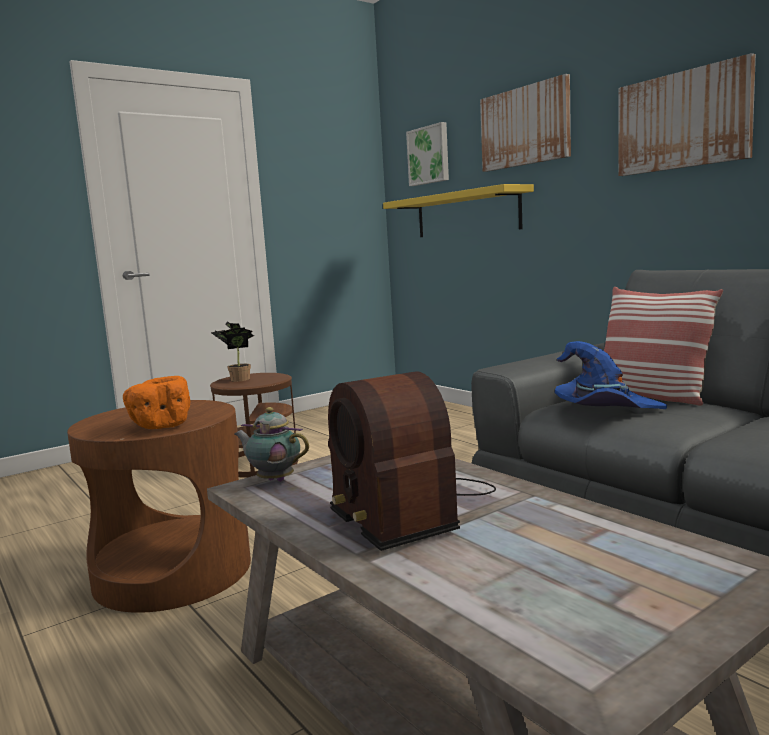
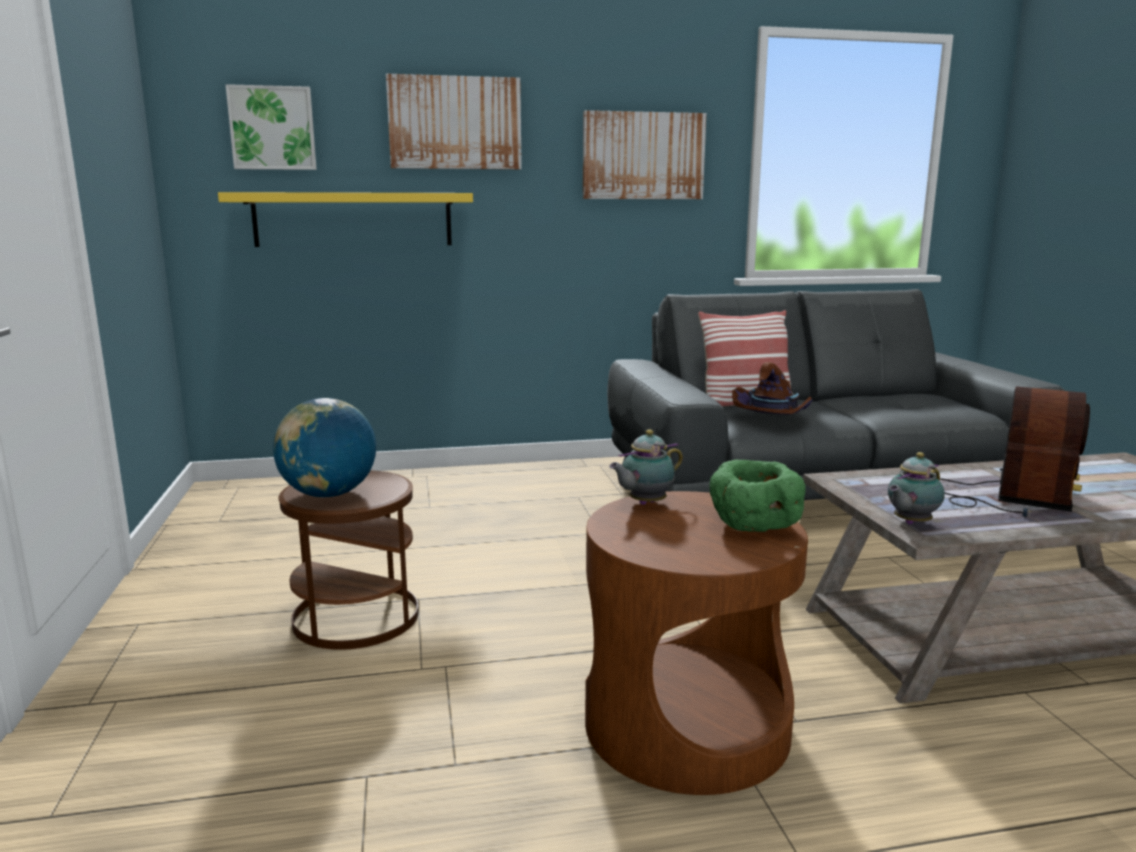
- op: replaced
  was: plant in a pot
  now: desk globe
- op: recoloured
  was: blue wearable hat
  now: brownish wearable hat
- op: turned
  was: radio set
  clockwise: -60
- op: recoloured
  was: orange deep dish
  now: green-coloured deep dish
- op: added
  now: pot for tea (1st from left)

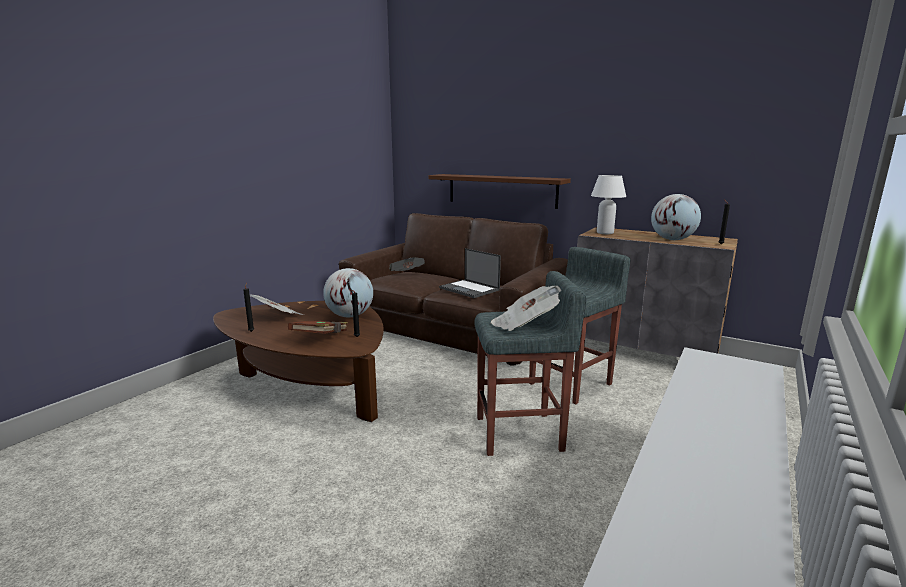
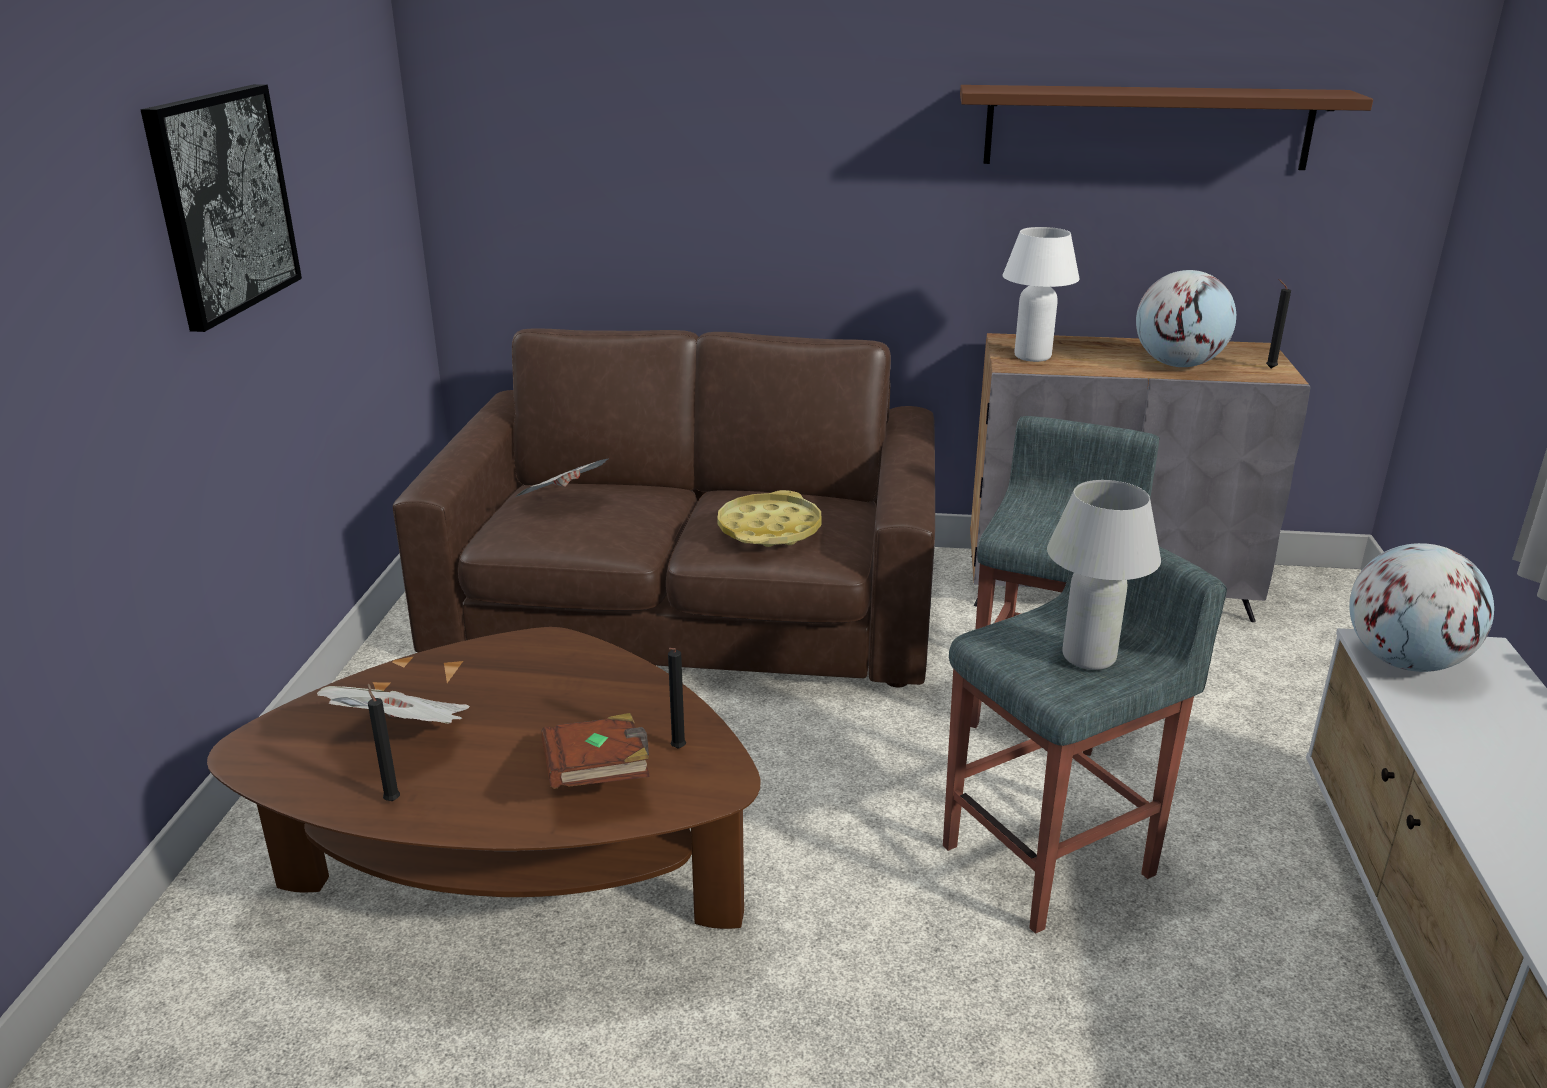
- op: moved
  was: brownish bracket shelf
- op: replaced
  was: notebook computer
  now: yellow tray
- op: moved
  was: desk globe (1st from left in the first image)
  now: desk globe (2nd from left)
- op: replaced
  was: printed paper (3rd from left)
  now: whitish table lamp (2nd from left)
- op: added
  now: wall picture

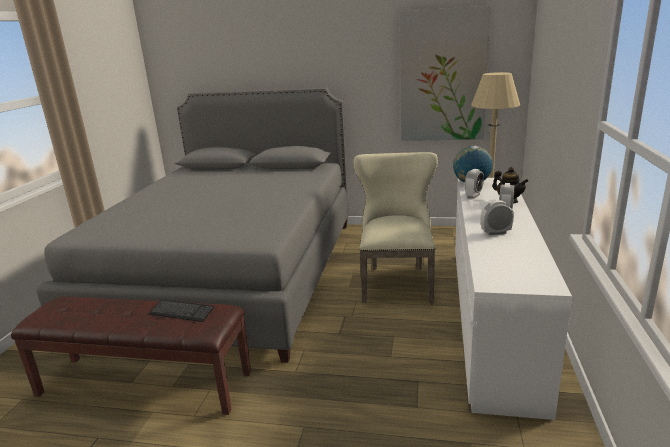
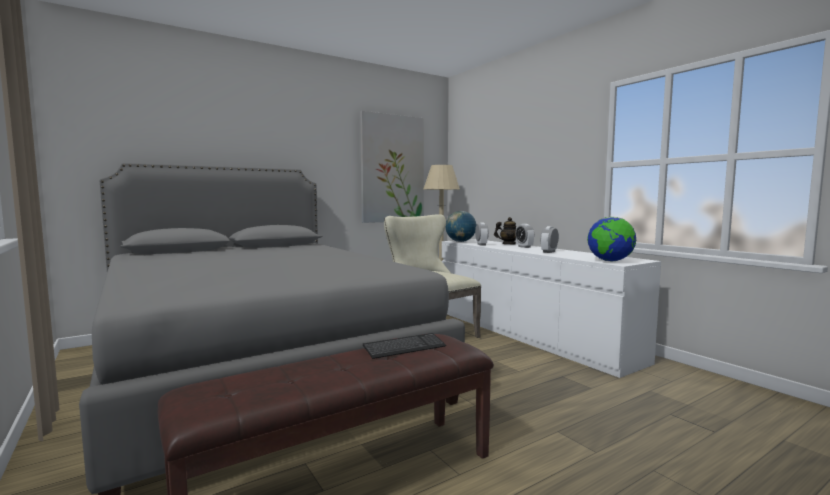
- op: added
  now: desk globe (2nd from left)

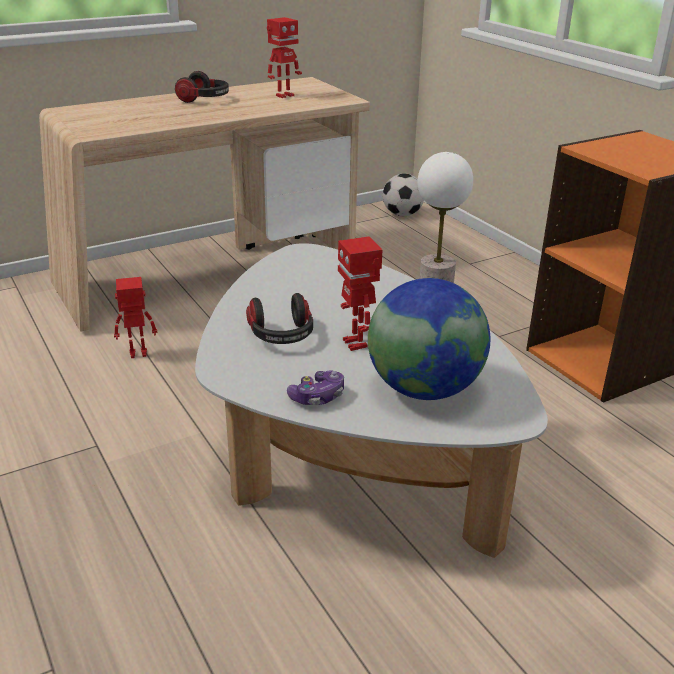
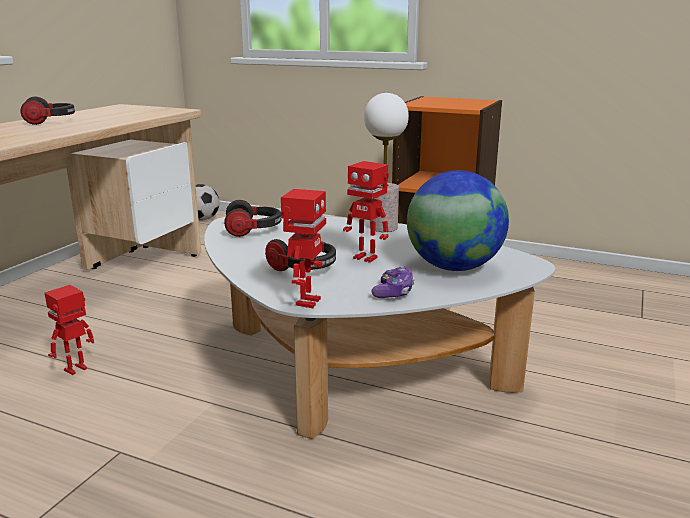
- op: moved
  was: model robot (2nd from left)
- op: added
  now: headset (2nd from left)

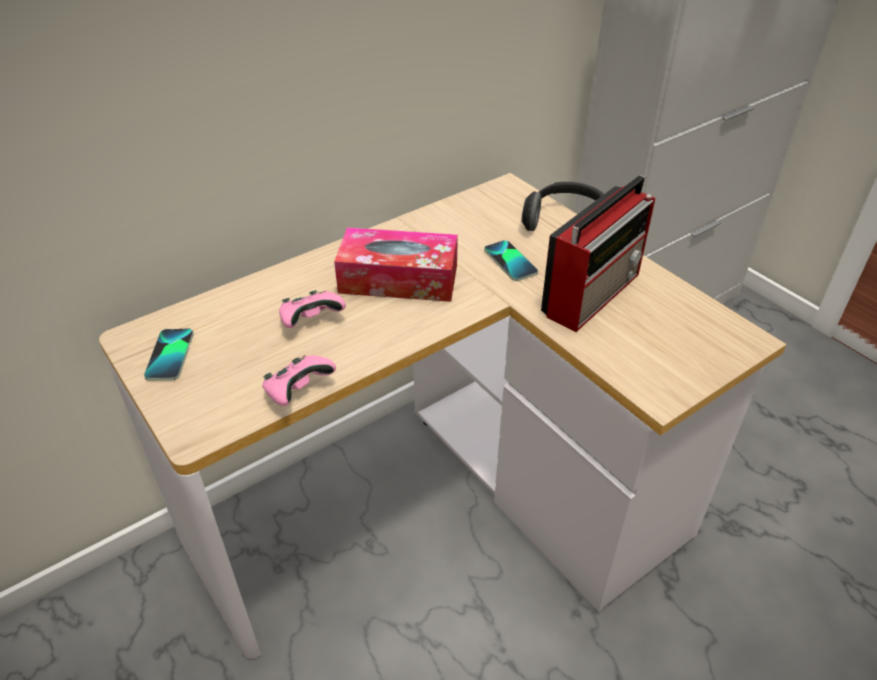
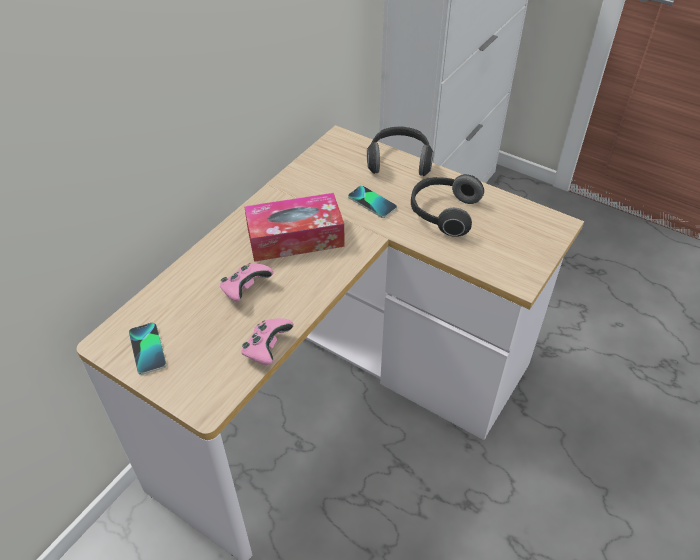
- op: replaced
  was: radio set
  now: headset (2nd from left)

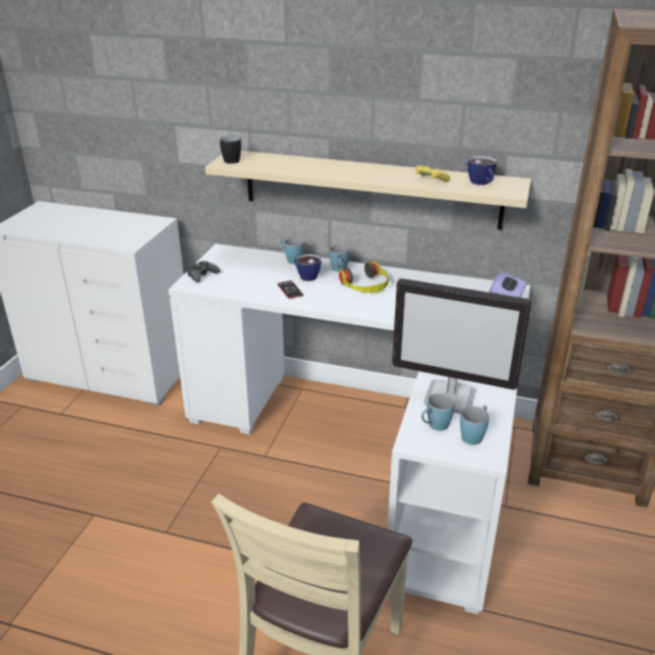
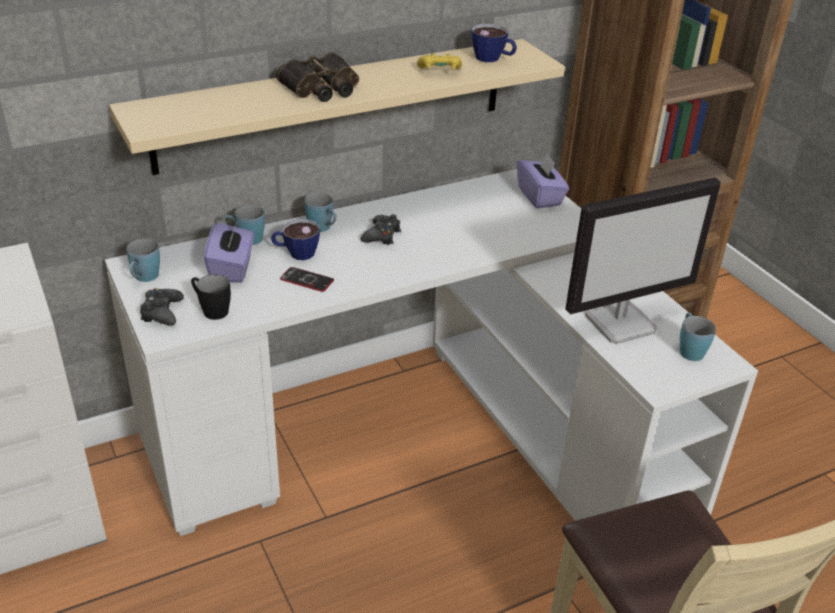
- op: moved
  was: black coffee mug
- op: replaced
  was: headset
  now: black joypad (2nd from left)
- op: moved
  was: blue coffee mug (3rd from left in the first image)
  now: blue coffee mug (1st from left)
- op: added
  now: pair of binoculars
- op: added
  now: purple-coloured tissue holder (1st from left)

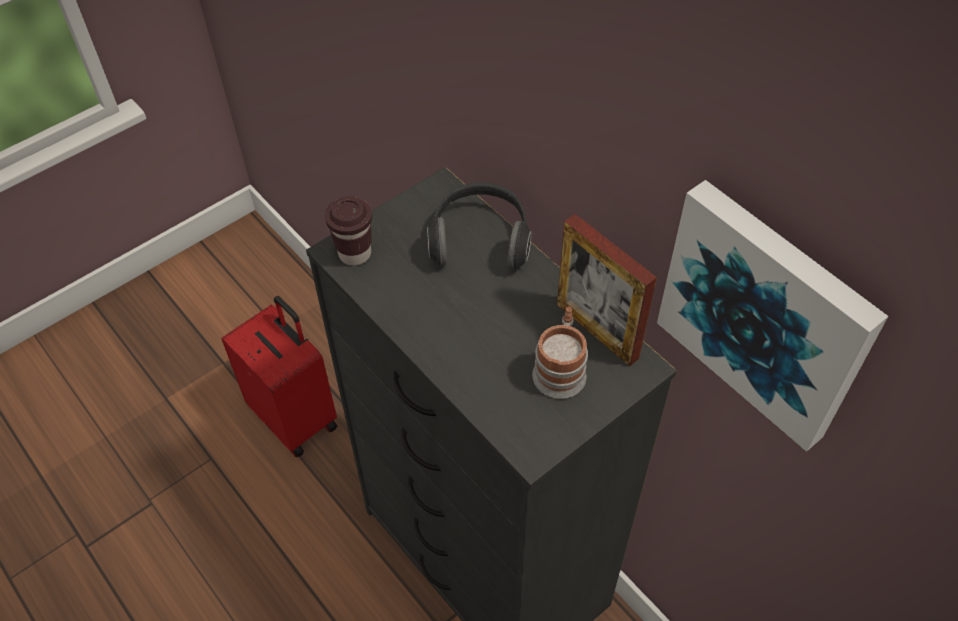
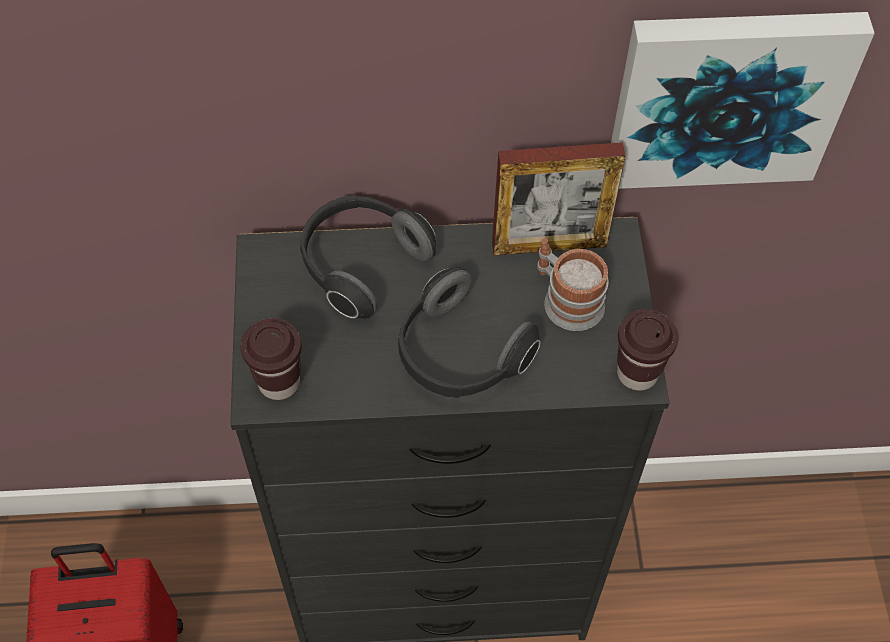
- op: added
  now: headset (2nd from left)
- op: added
  now: brownish small cup (2nd from left)

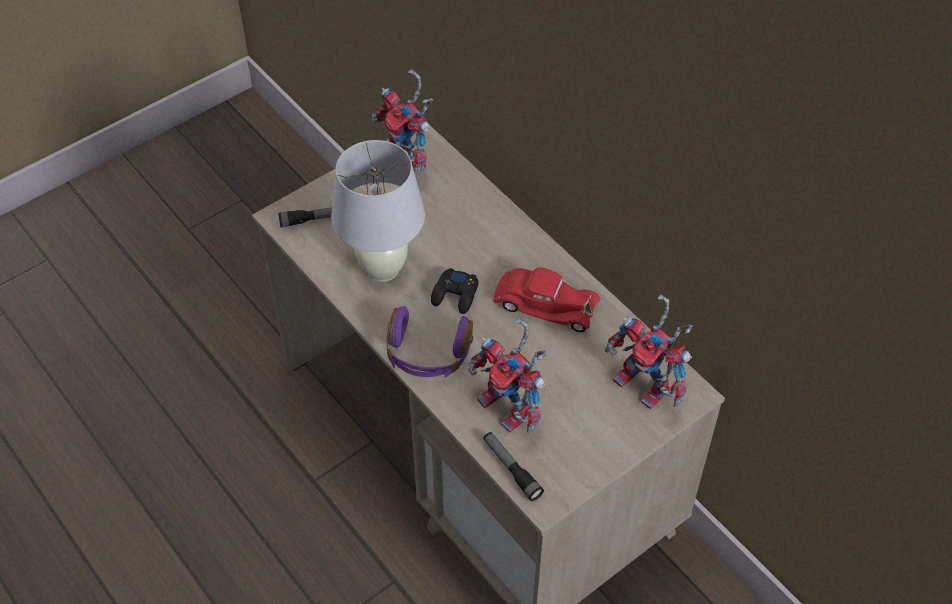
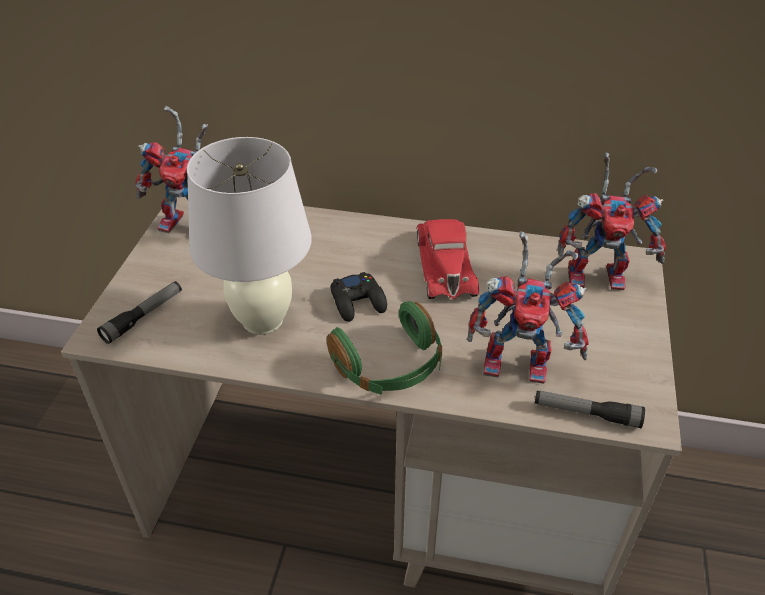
- op: turned
  was: red-coloured model car
  clockwise: 105
- op: recoloured
  was: purple-coloured headset
  now: green-coloured headset

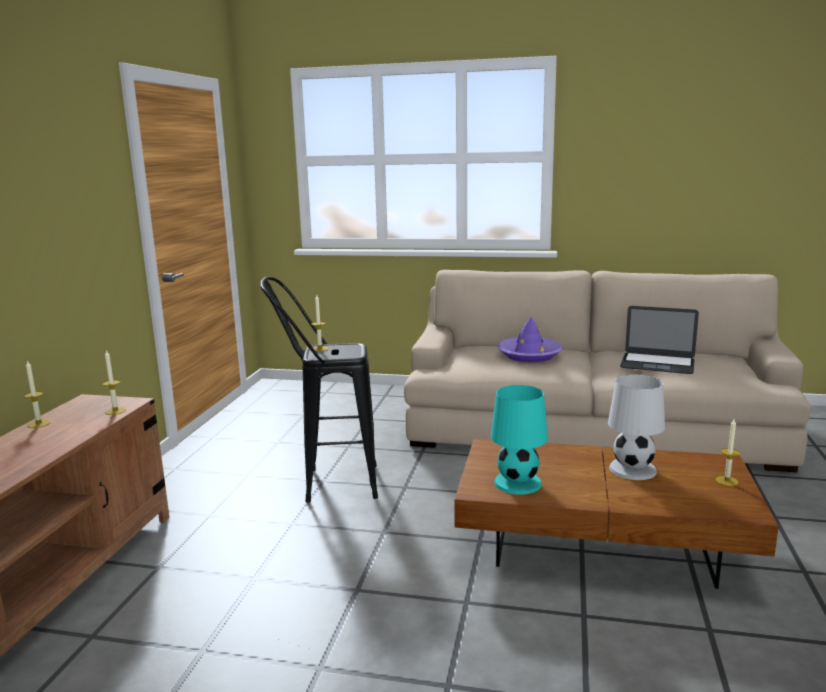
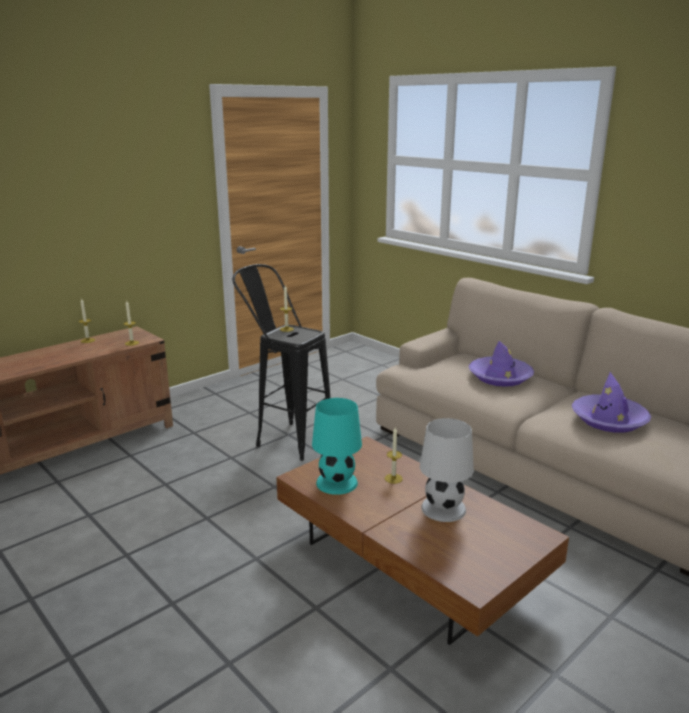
- op: replaced
  was: notebook computer
  now: purple-coloured wearable hat (2nd from left)
- op: moved
  was: candle (4th from left)

